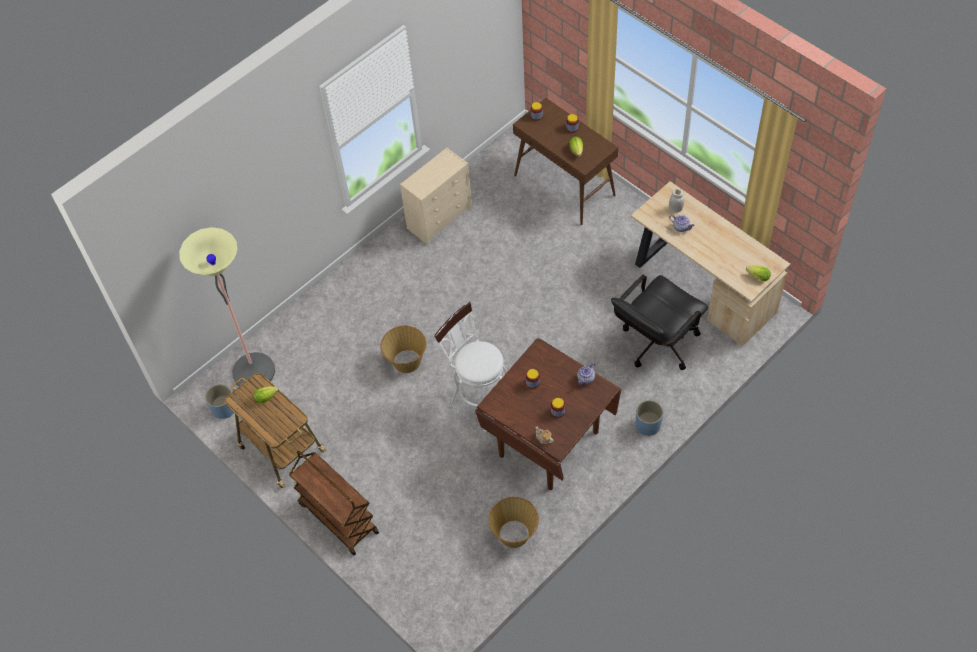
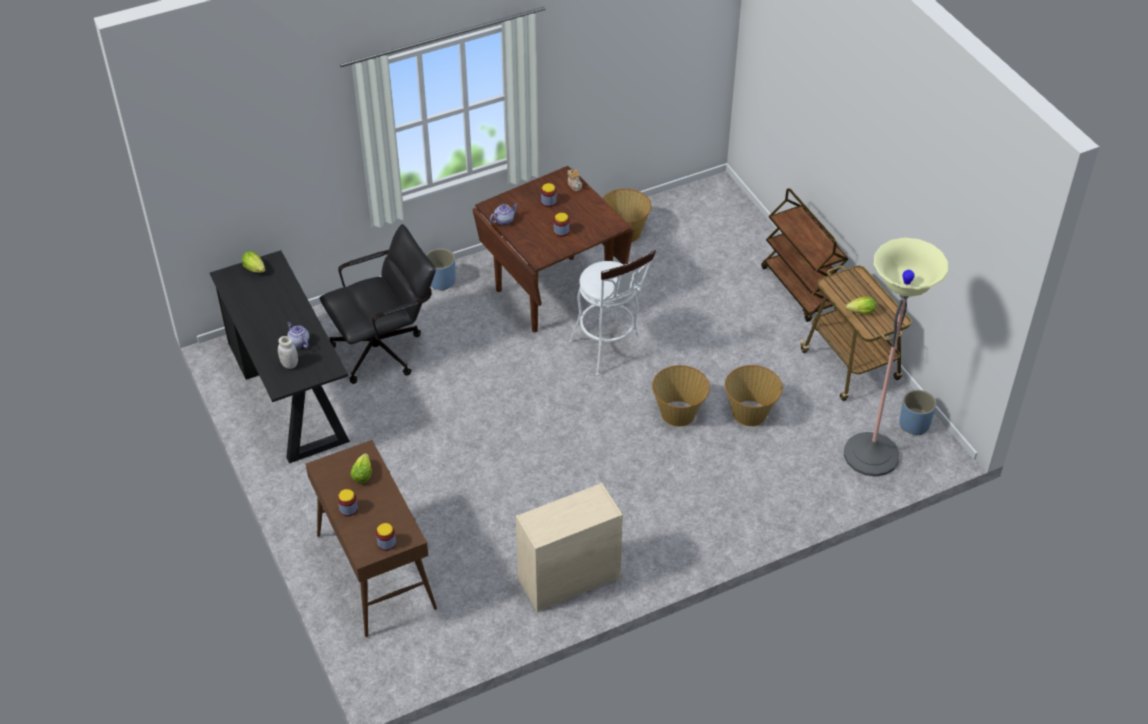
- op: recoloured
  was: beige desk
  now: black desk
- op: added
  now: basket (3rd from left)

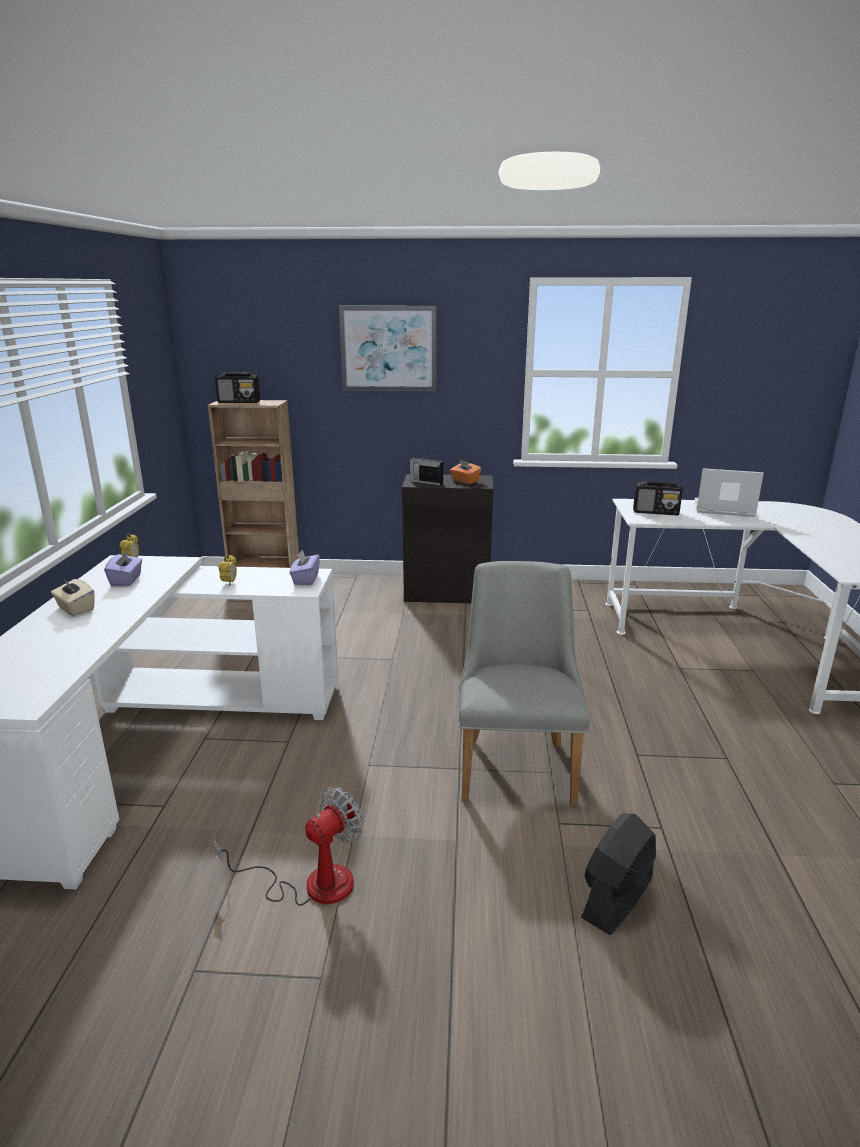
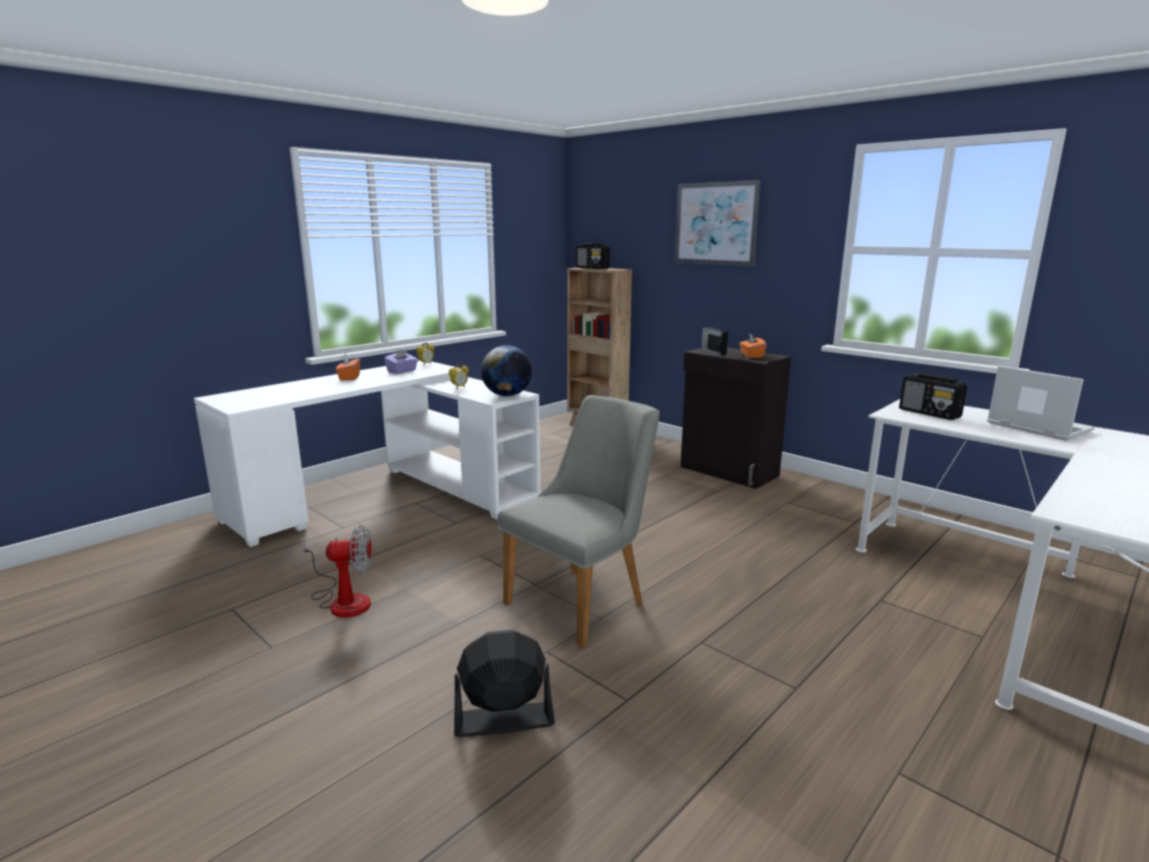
- op: replaced
  was: purple-coloured tissue holder (2nd from left)
  now: desk globe
- op: recoloured
  was: beige tissue holder
  now: orange tissue holder (1st from left)

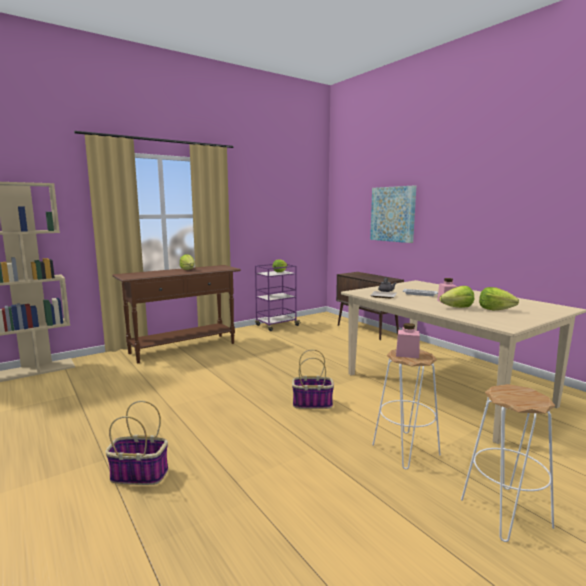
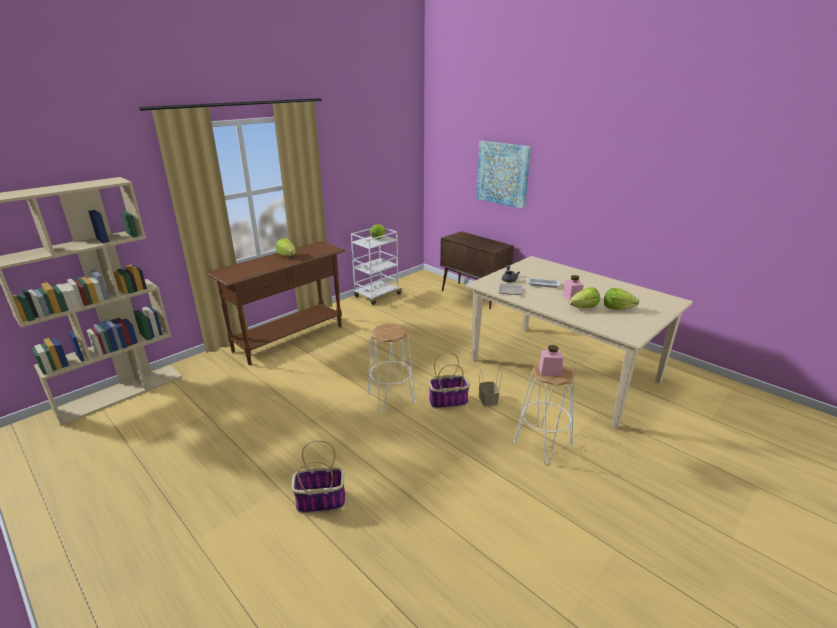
- op: recoloured
  was: purple-coloured wheeled cart
  now: whitish wheeled cart
- op: moved
  was: whitish stool seat (2nd from left in the first image)
  now: whitish stool seat (1st from left)
- op: added
  now: basket (3rd from left)

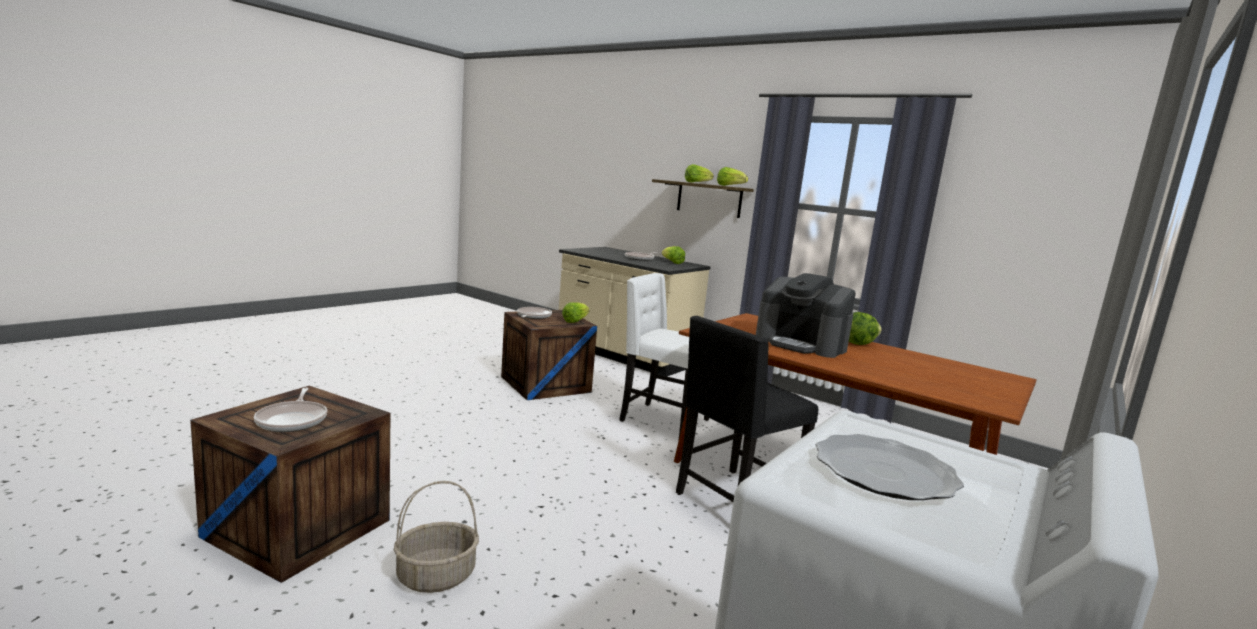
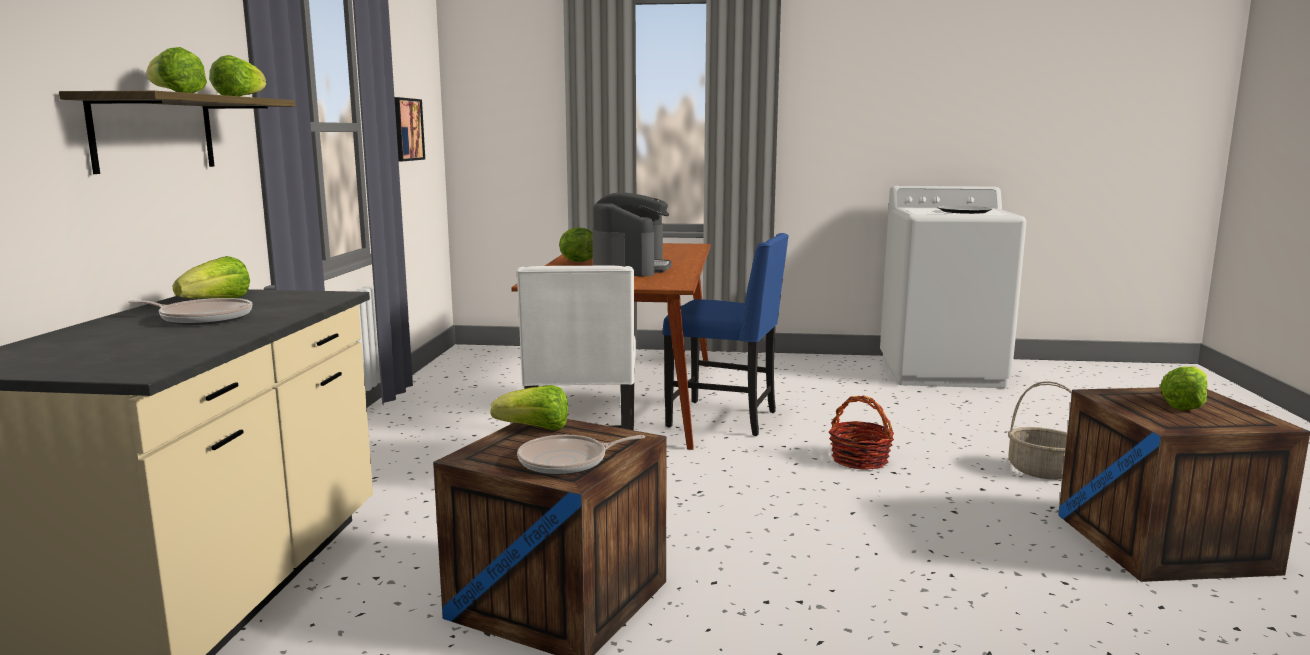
- op: recoloured
  was: black upright chair
  now: blue upright chair
- op: replaced
  was: pan (1st from left)
  now: head of lettuce (6th from left)
- op: added
  now: wall picture
- op: added
  now: basket (1st from left)

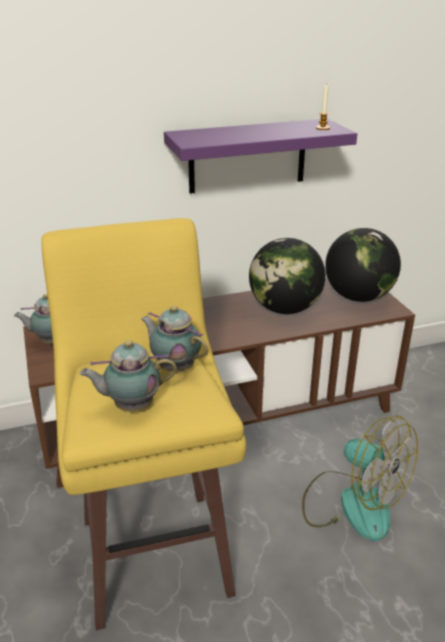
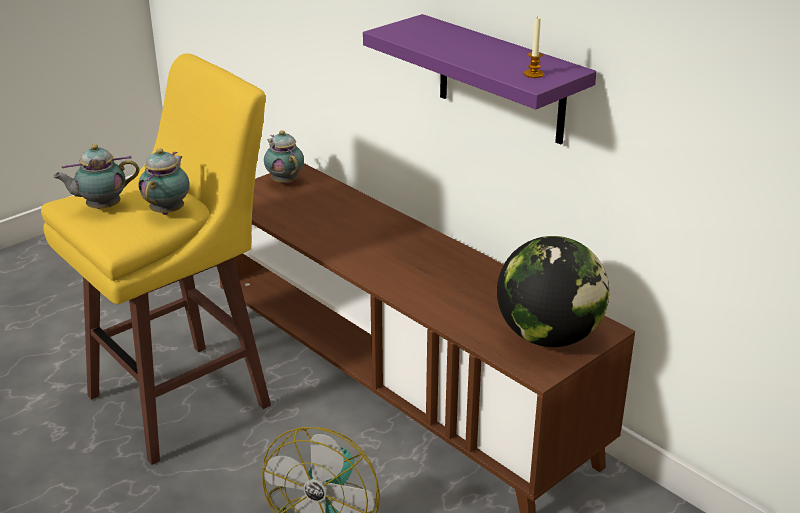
- op: removed
  was: desk globe (1st from left)
- op: turned
  was: pot for tea (2nd from left in the first image)
  clockwise: -75

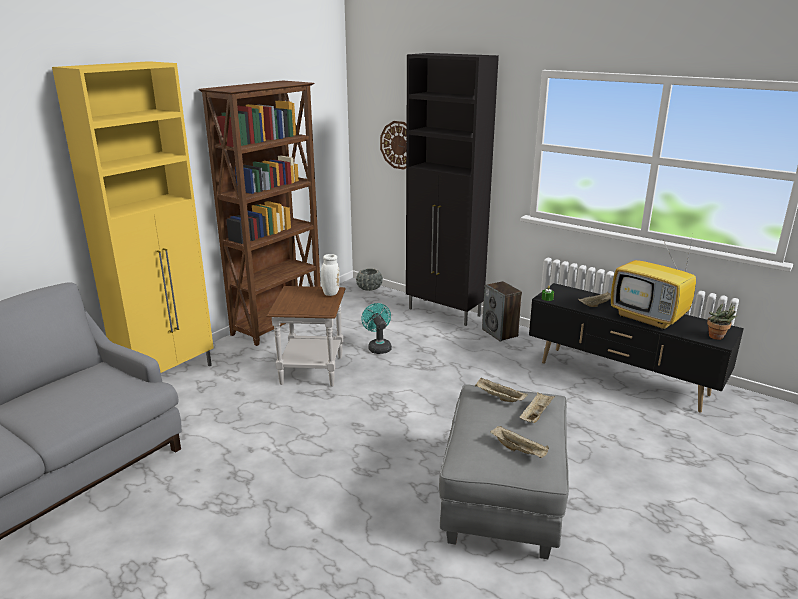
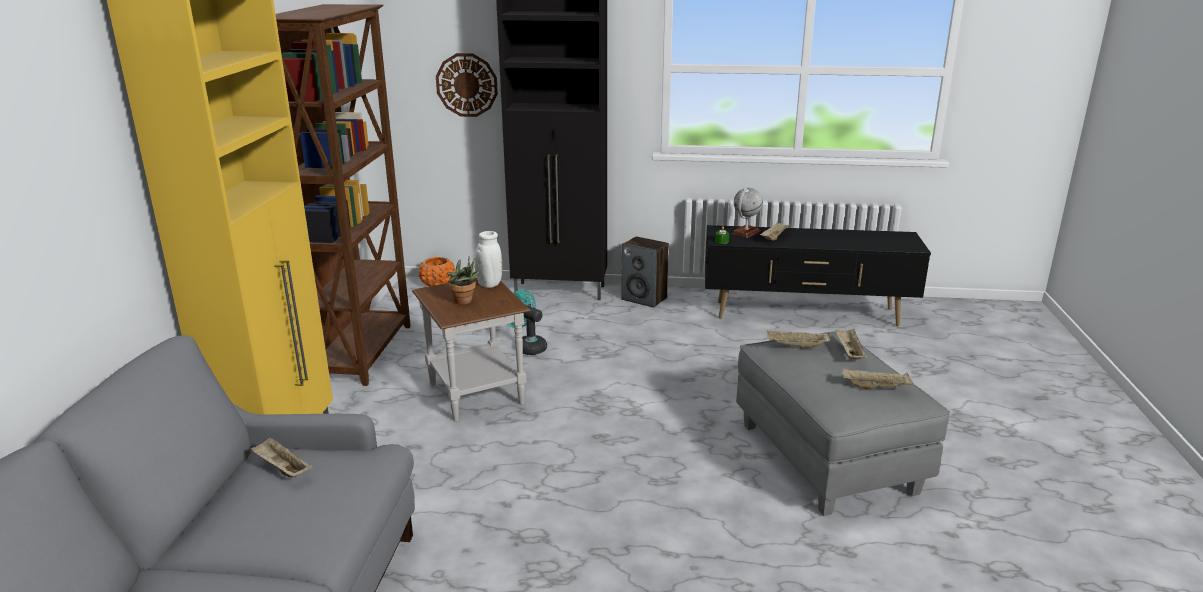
- op: removed
  was: TV
- op: recoloured
  was: gray flower pot
  now: orange flower pot
- op: moved
  was: plant in a pot
- op: added
  now: desk globe
- op: added
  now: beige tray (1st from left)

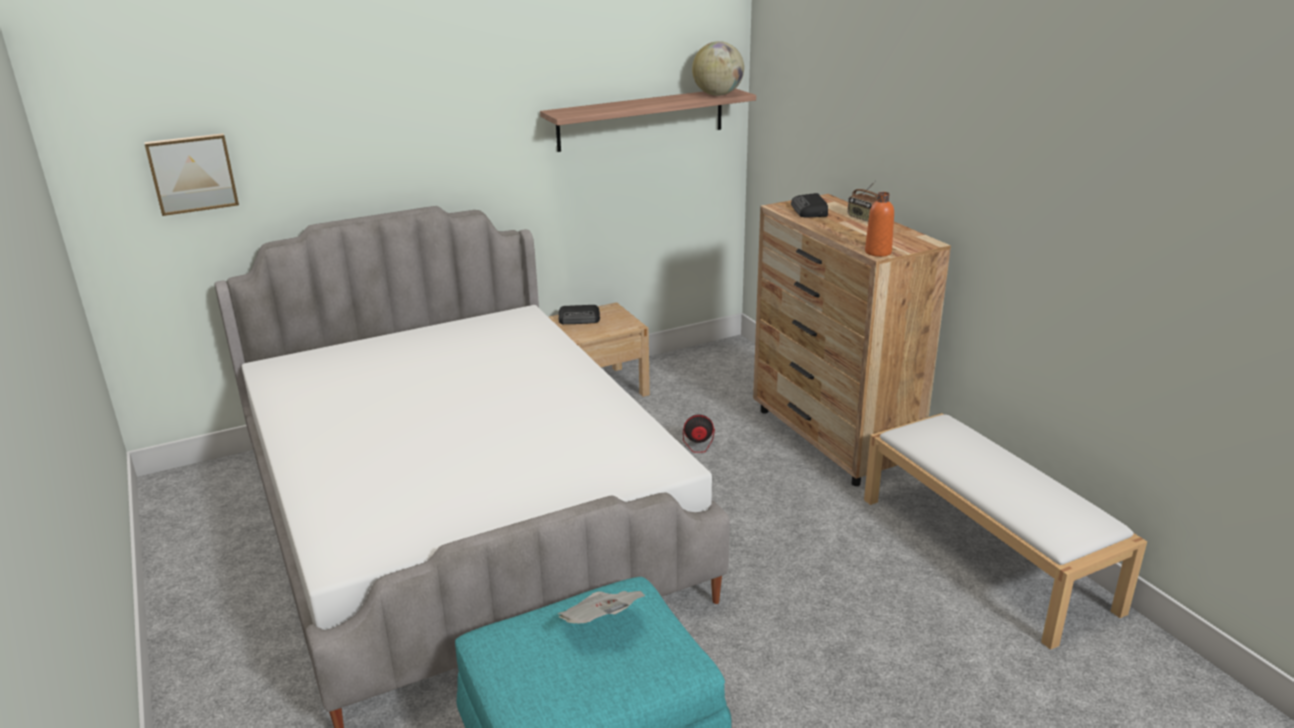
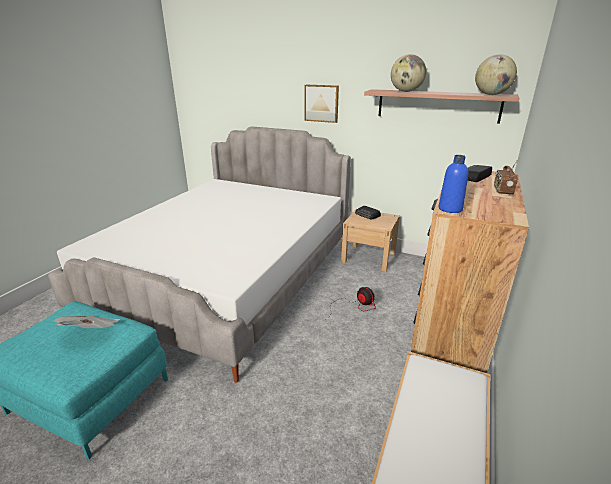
- op: moved
  was: wall picture
- op: recoloured
  was: orange beverage bottle
  now: blue beverage bottle
- op: added
  now: desk globe (1st from left)

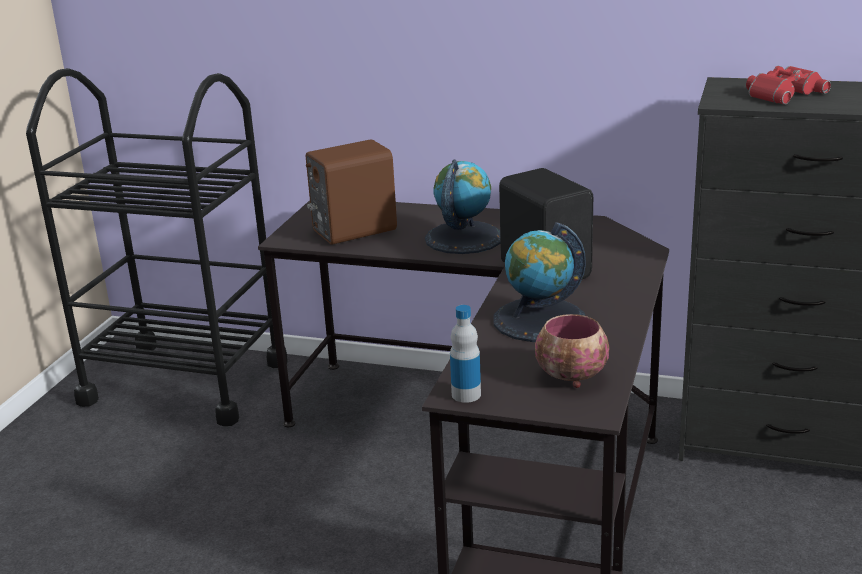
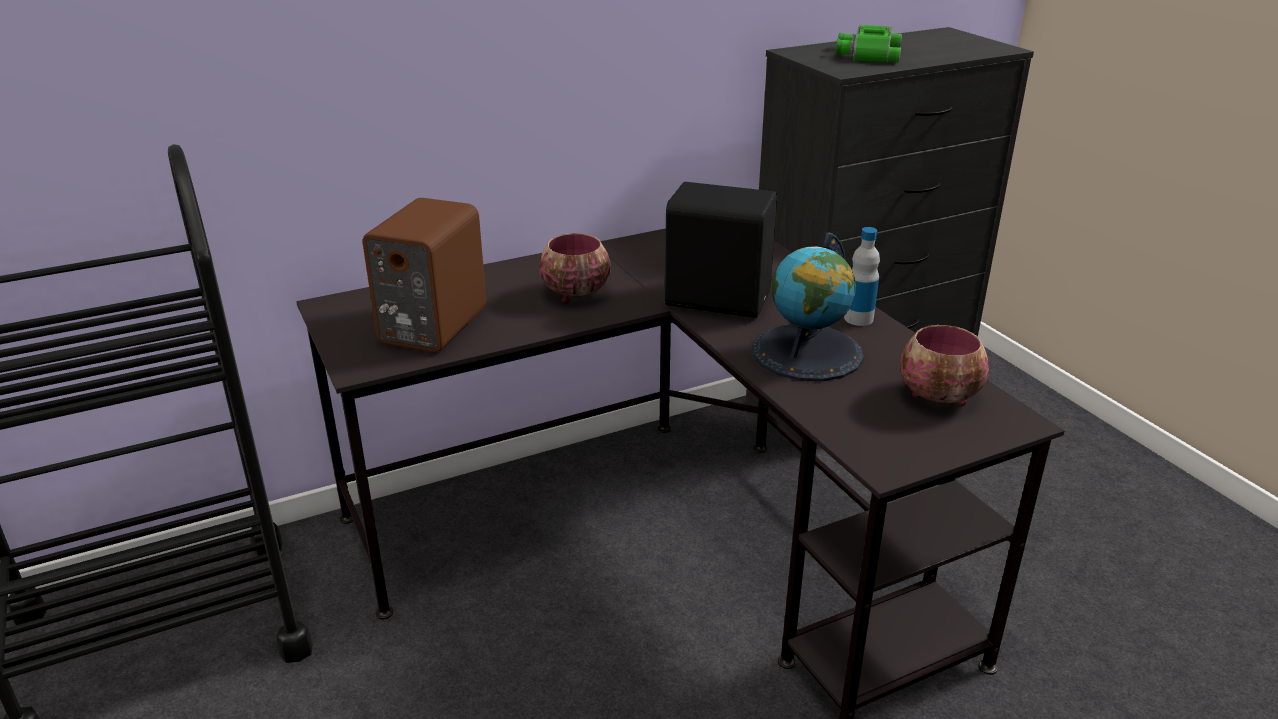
- op: recoloured
  was: red-coloured pair of binoculars
  now: green-coloured pair of binoculars
- op: replaced
  was: desk globe (1st from left)
  now: deep dish (1st from left)
- op: moved
  was: beverage bottle

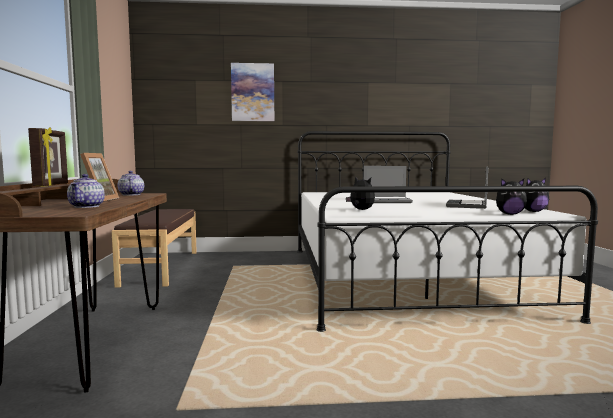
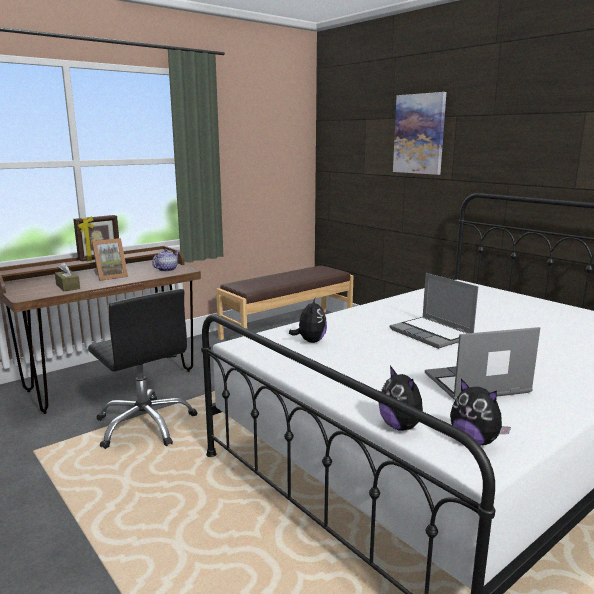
- op: replaced
  was: pot for tea (1st from left)
  now: brownish tissue holder
- op: added
  now: black computer chair

